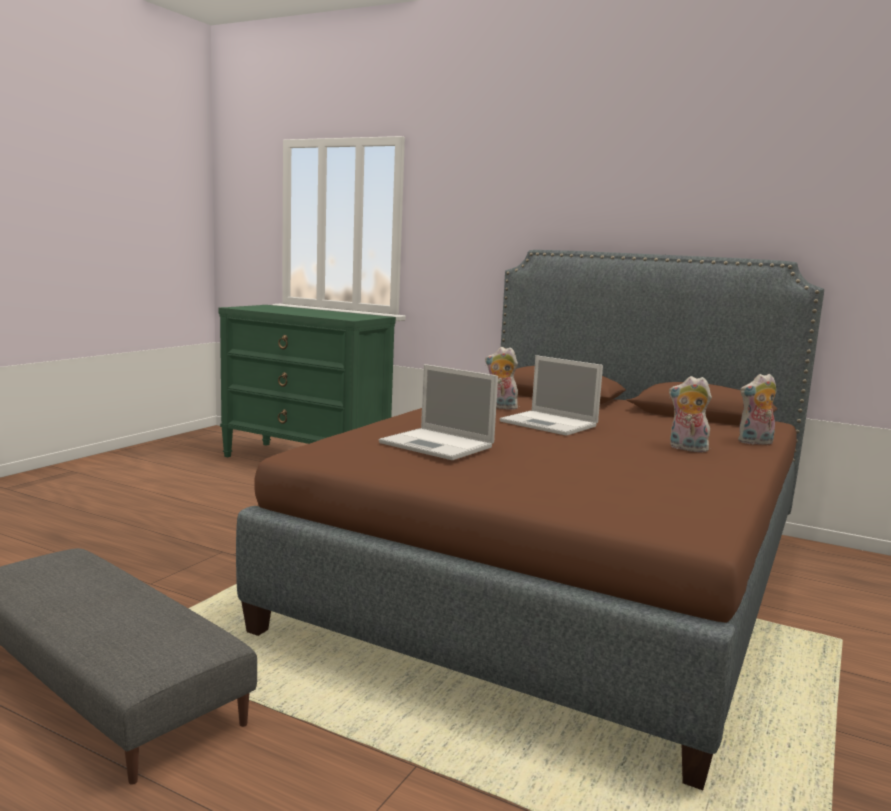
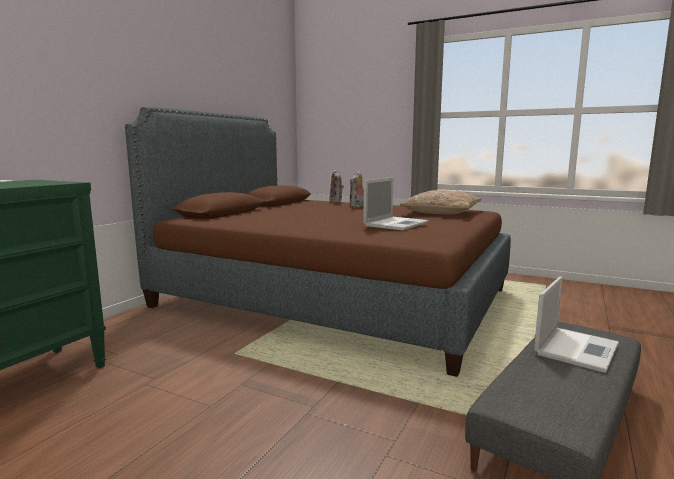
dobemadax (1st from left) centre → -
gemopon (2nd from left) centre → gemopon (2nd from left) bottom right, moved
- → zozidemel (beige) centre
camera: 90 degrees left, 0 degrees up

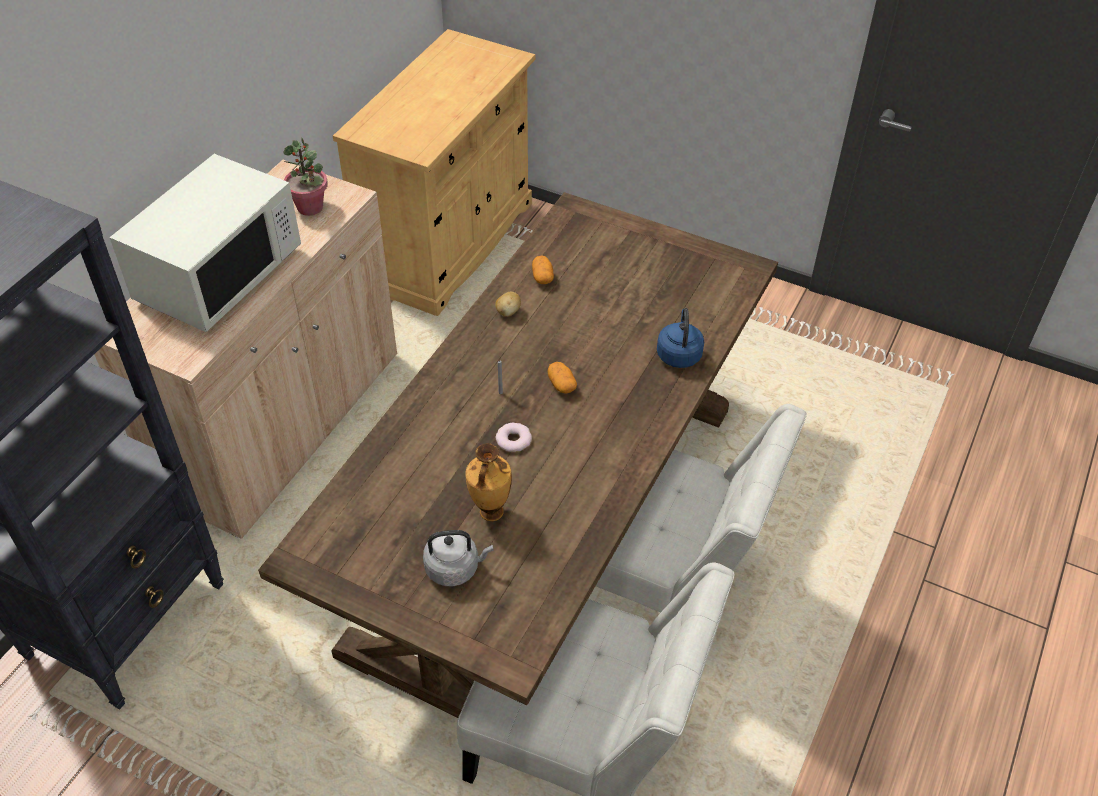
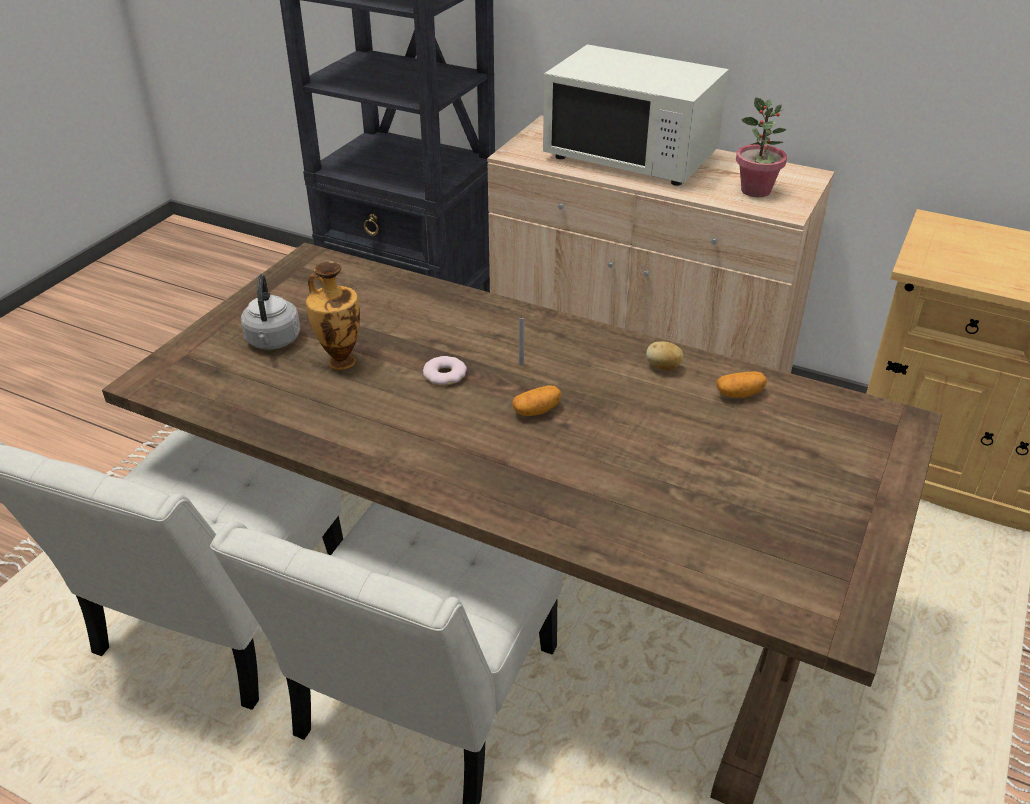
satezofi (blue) centre → -
camera: 90 degrees right, 10 degrees down

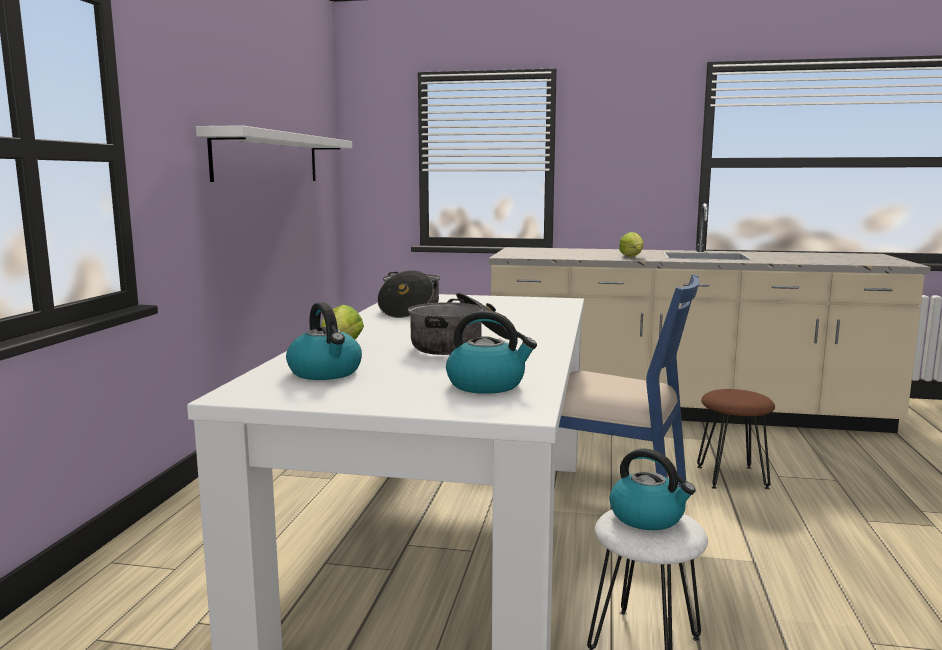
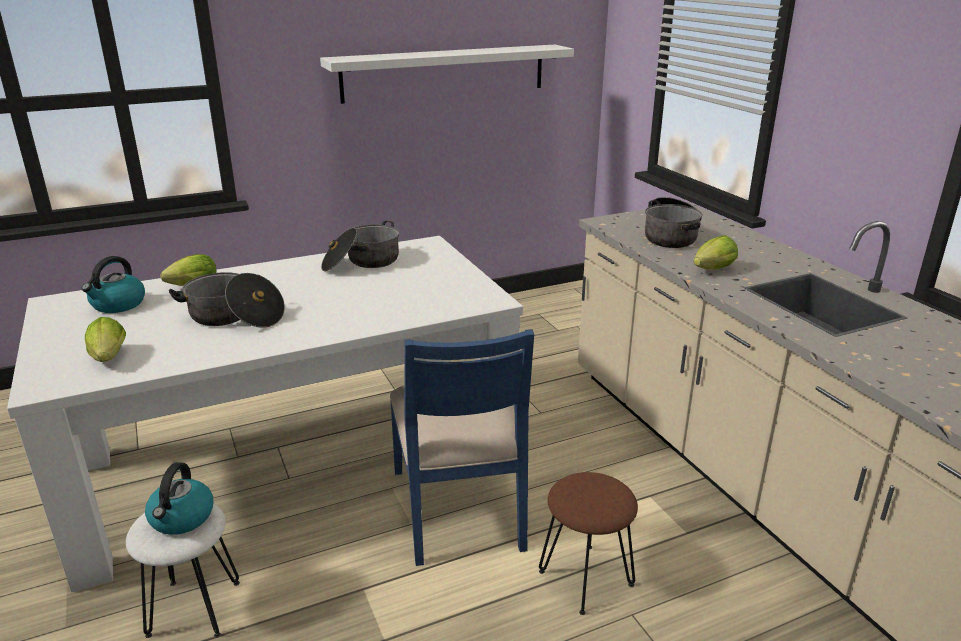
satezofi (2nd from left) centre → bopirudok (1st from left) middle left
- → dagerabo (3rd from left) middle right
camera: 55 degrees right, 15 degrees up

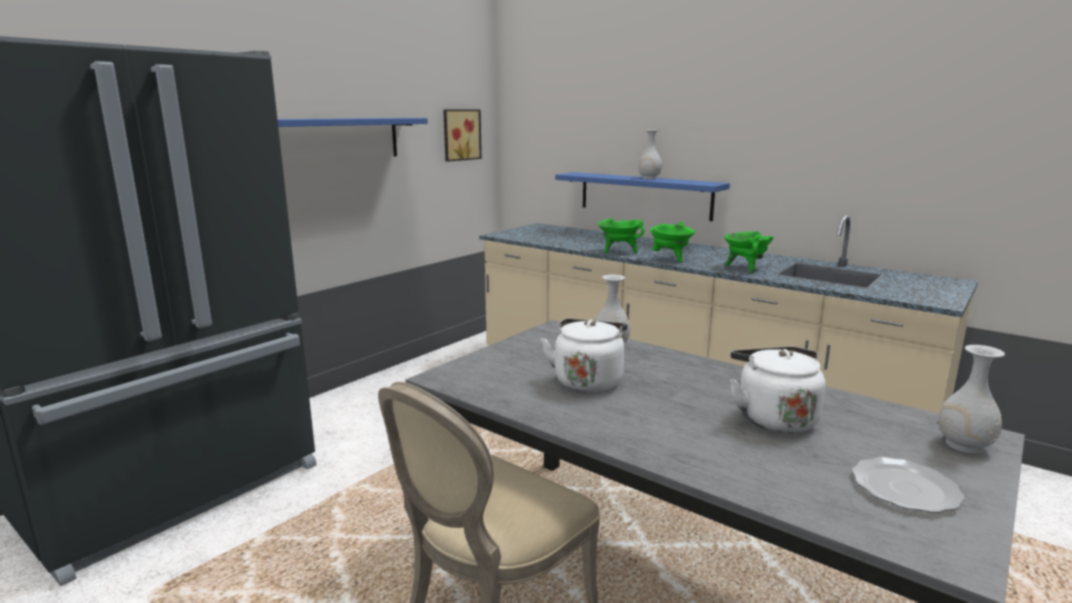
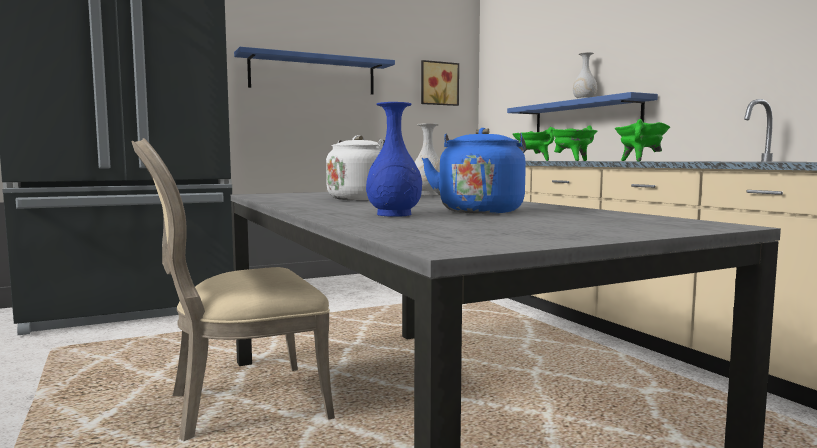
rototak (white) (3rd from left) middle right → -
satezofi (white) (2nd from left) middle right → satezofi (blue) centre
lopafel bottom right → -
- → rototak (blue) centre
camera: 25 degrees right, 10 degrees down

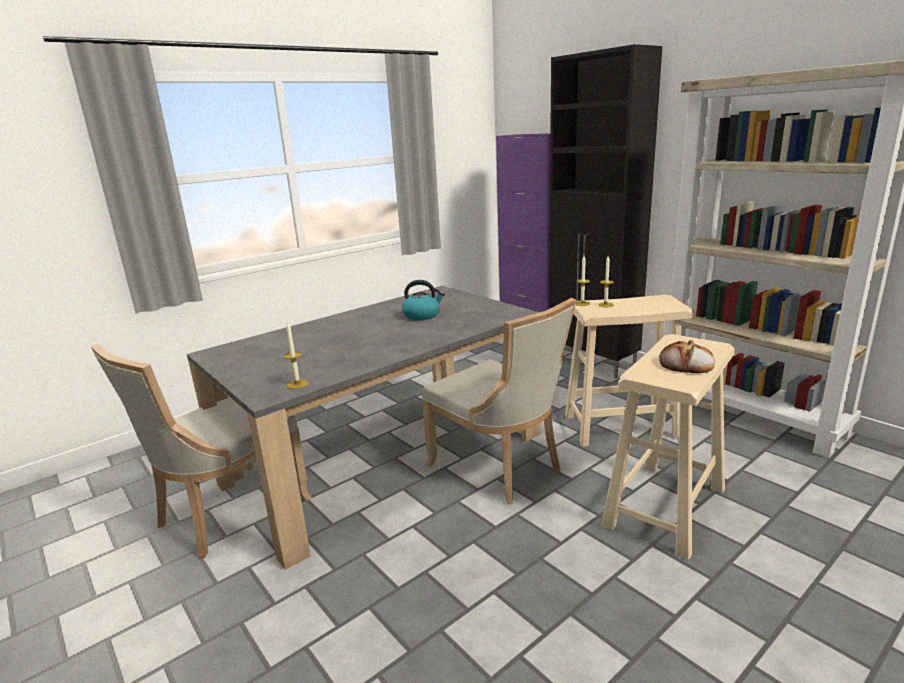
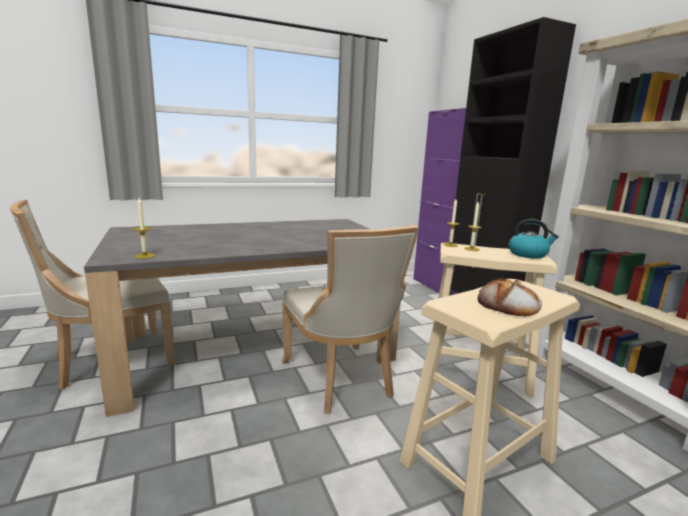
satezofi centre → satezofi middle right, moved
camera: 15 degrees right, 5 degrees down

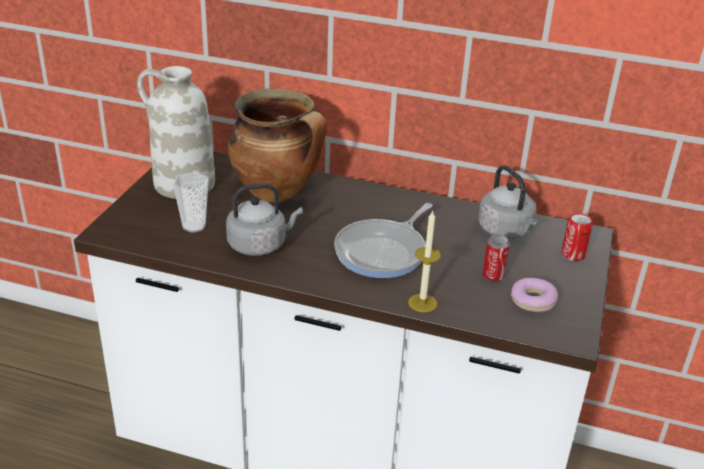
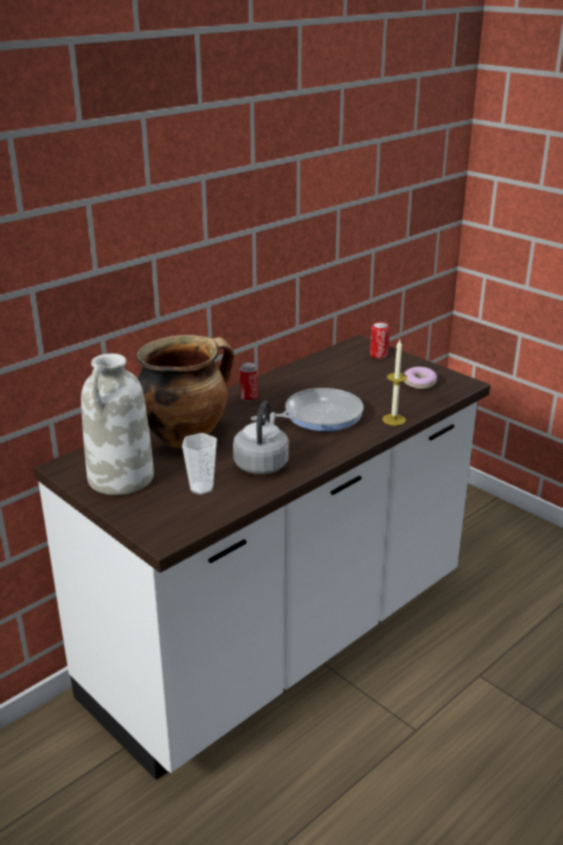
satezofi (grey) (2nd from left) middle right → -
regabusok centre, 90 degrees counterclockwise
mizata (1st from left) middle right → mizata (1st from left) centre, moved
camera: 60 degrees left, 5 degrees down

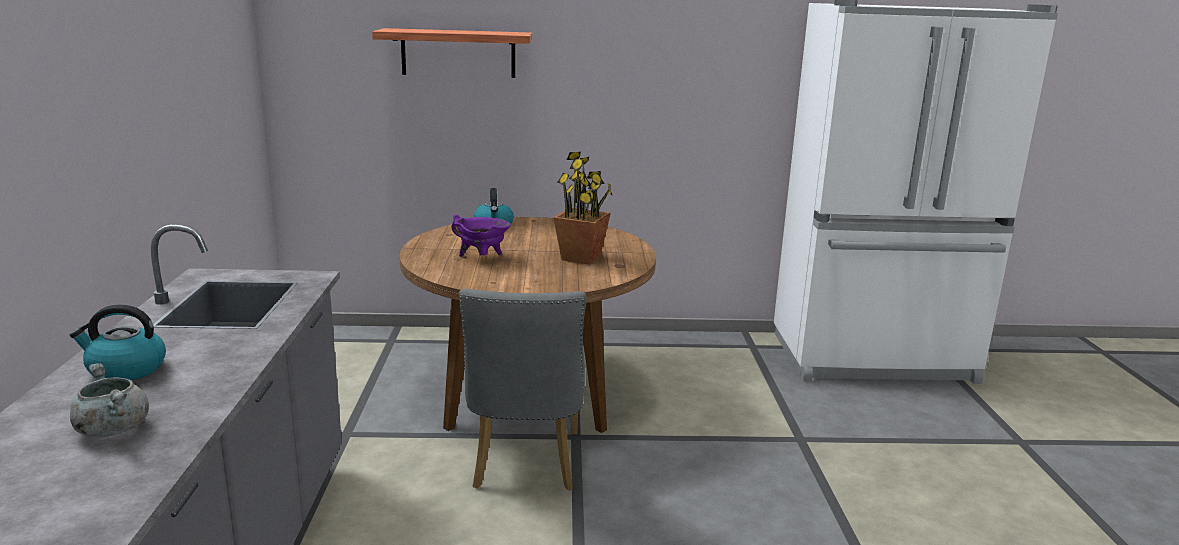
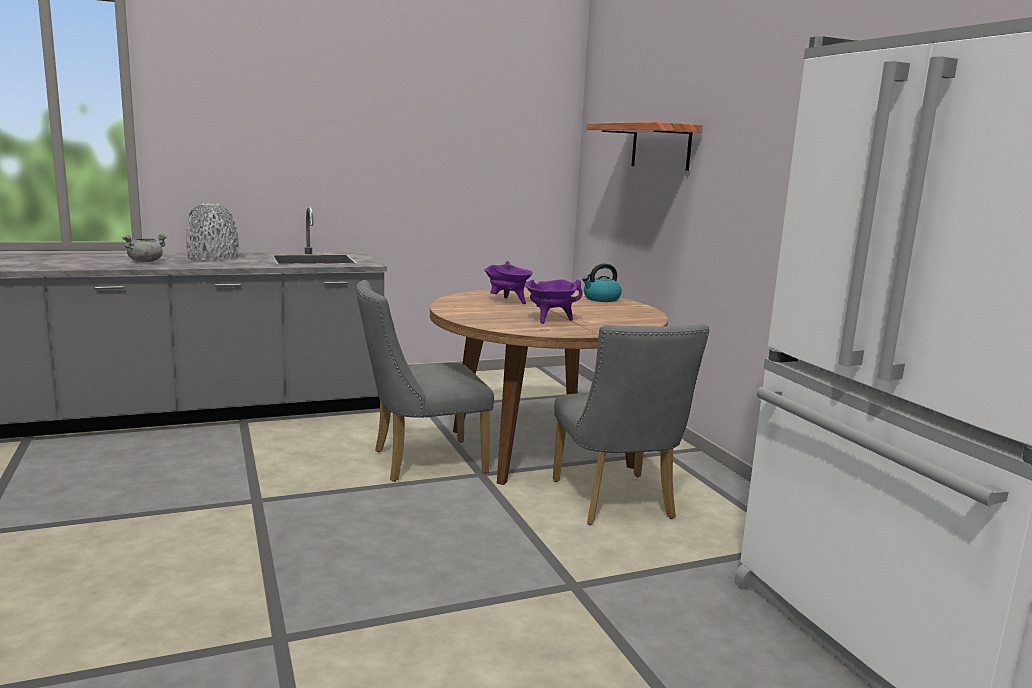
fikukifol centre → dagerabo (purple) (2nd from left) centre
satezofi (1st from left) middle left → rototak (grey) middle left
- → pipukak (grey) (2nd from left) centre
camera: 70 degrees right, 5 degrees down

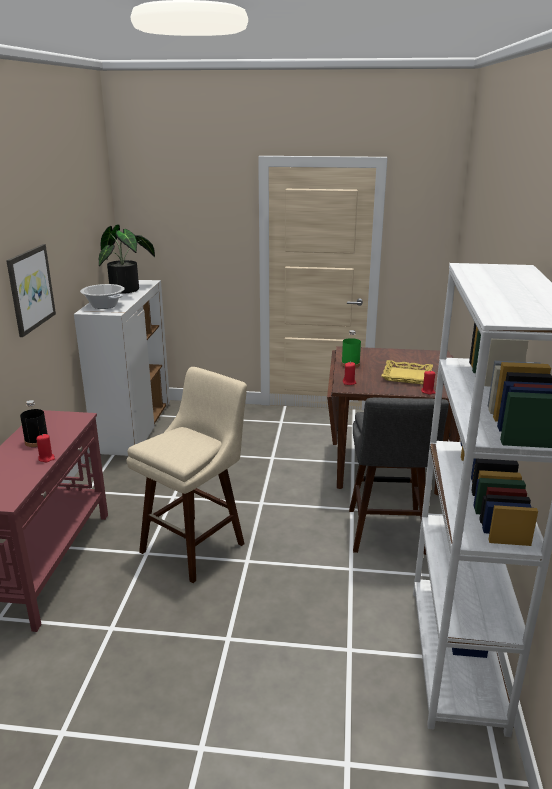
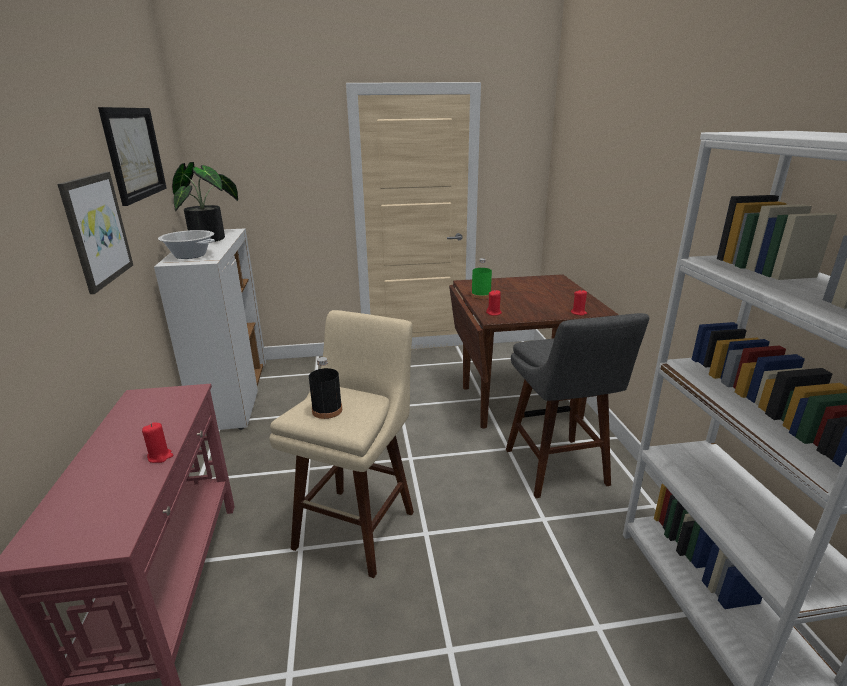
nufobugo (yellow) middle right → -
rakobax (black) middle left → rakobax (black) centre, moved
- → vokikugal (2nd from left) top left
camera: 15 degrees left, 0 degrees up

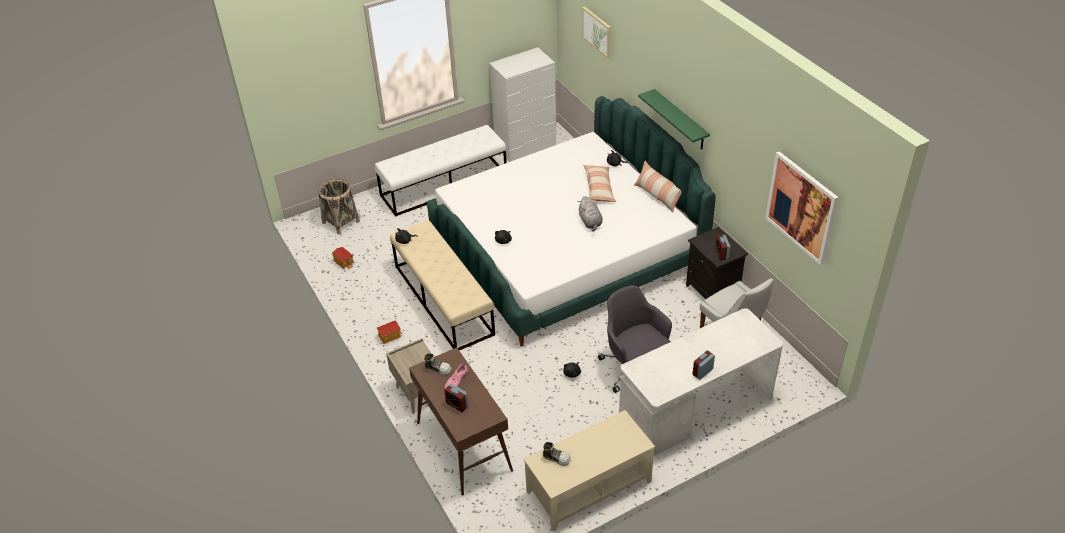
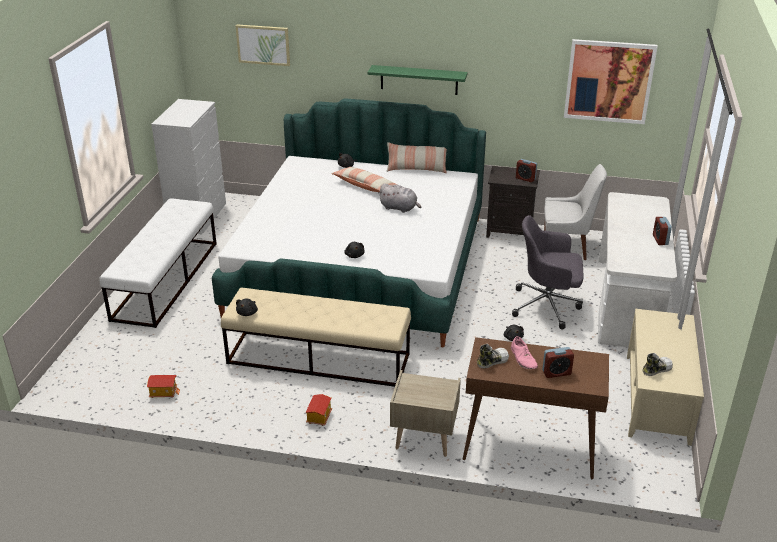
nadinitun middle left → -
camera: 50 degrees left, 10 degrees down

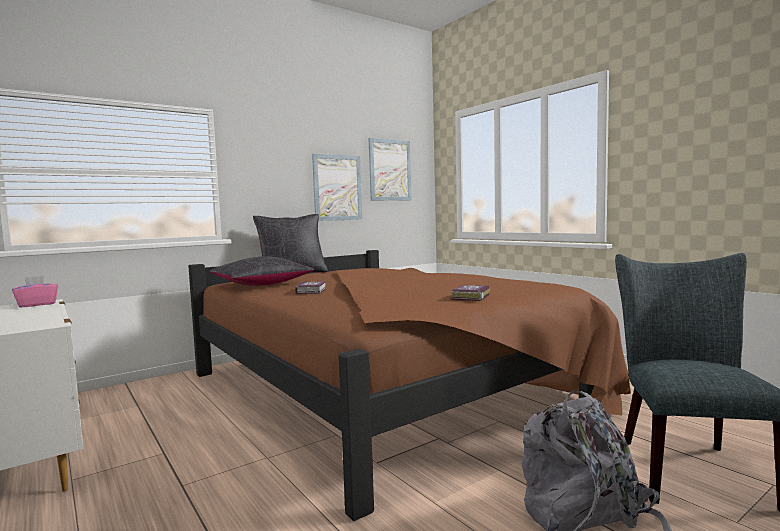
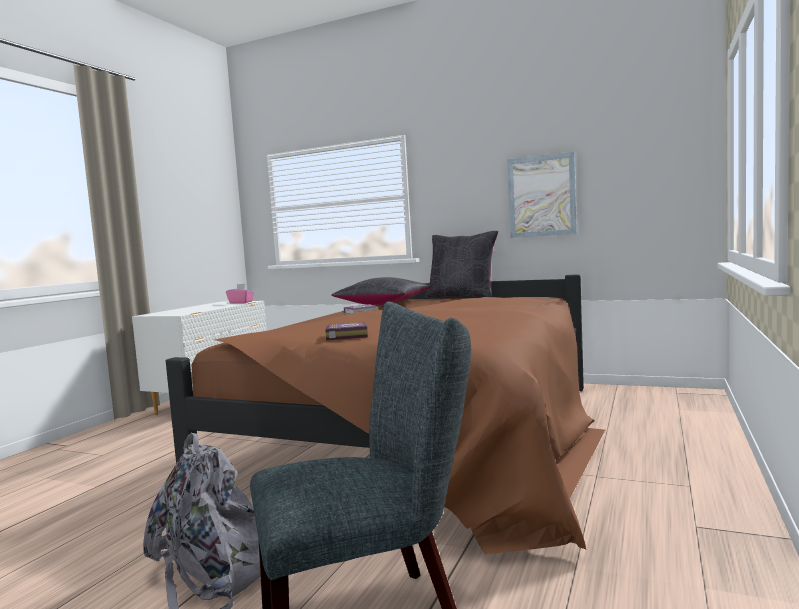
vokikugal (2nd from left) top centre → -
camera: 60 degrees right, 0 degrees up

